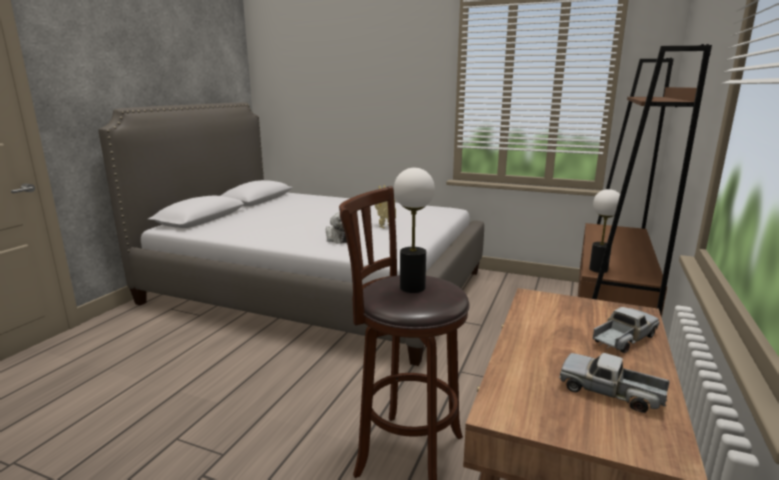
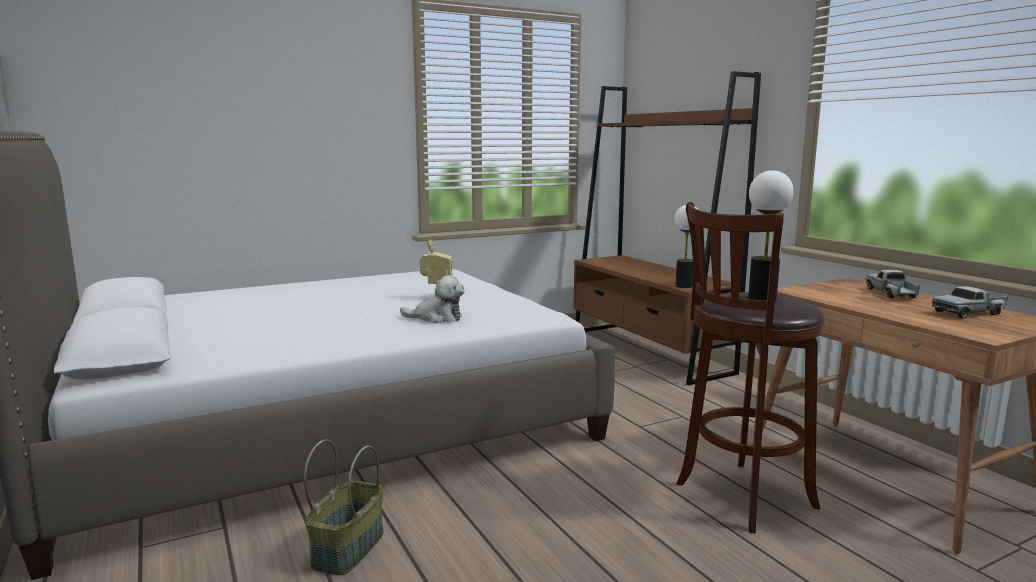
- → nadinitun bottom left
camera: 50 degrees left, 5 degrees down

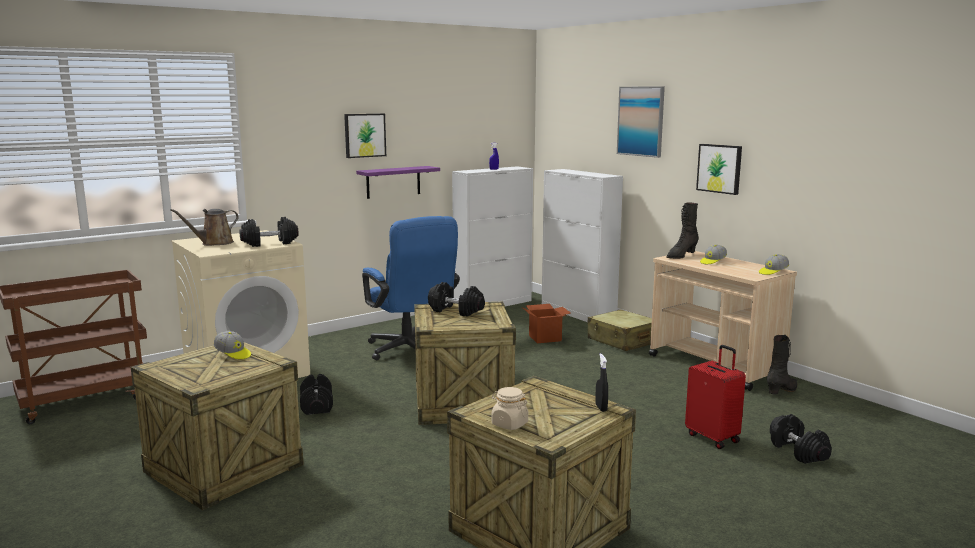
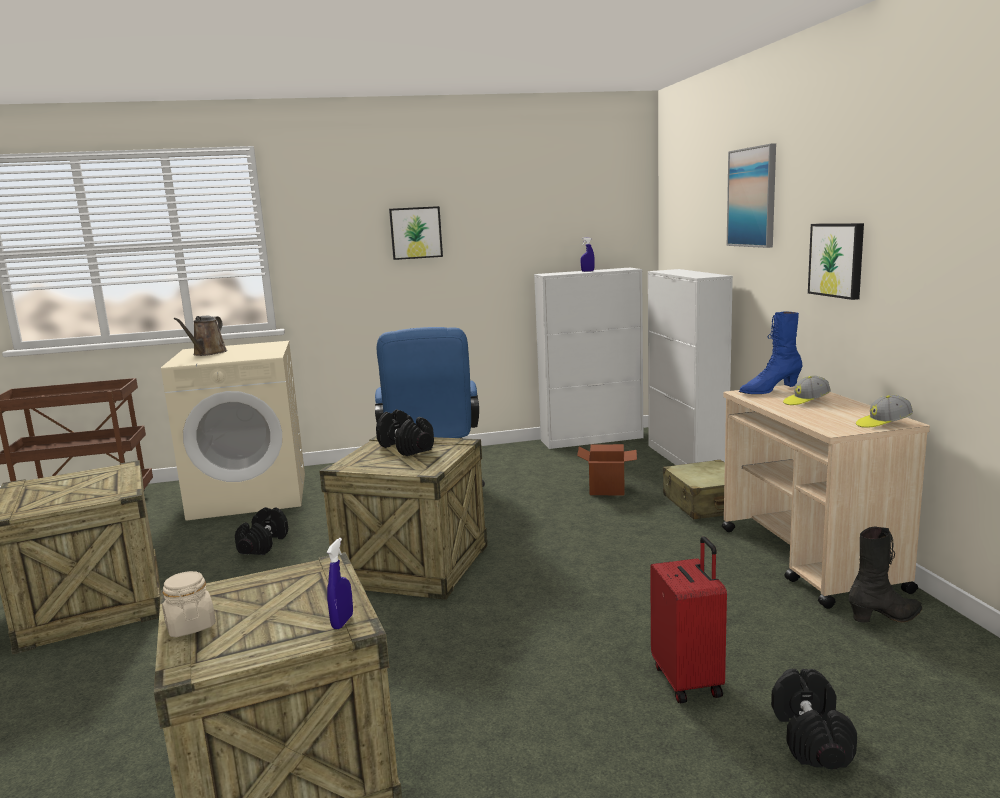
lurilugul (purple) top centre → -
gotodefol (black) (1st from left) middle right → gotodefol (blue) middle right
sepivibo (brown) middle left, 60 degrees counterclockwise
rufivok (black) (1st from left) middle left → -
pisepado (1st from left) middle left → -
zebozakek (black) bottom centre → zebozakek (blue) (1st from left) bottom centre
camera: 25 degrees right, 0 degrees up

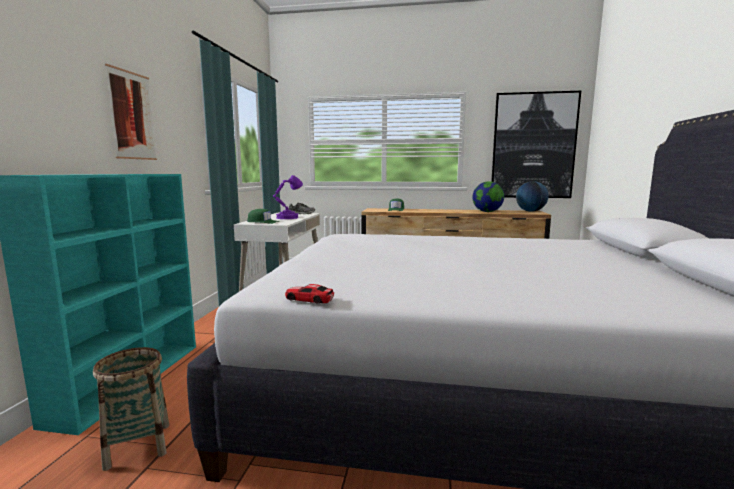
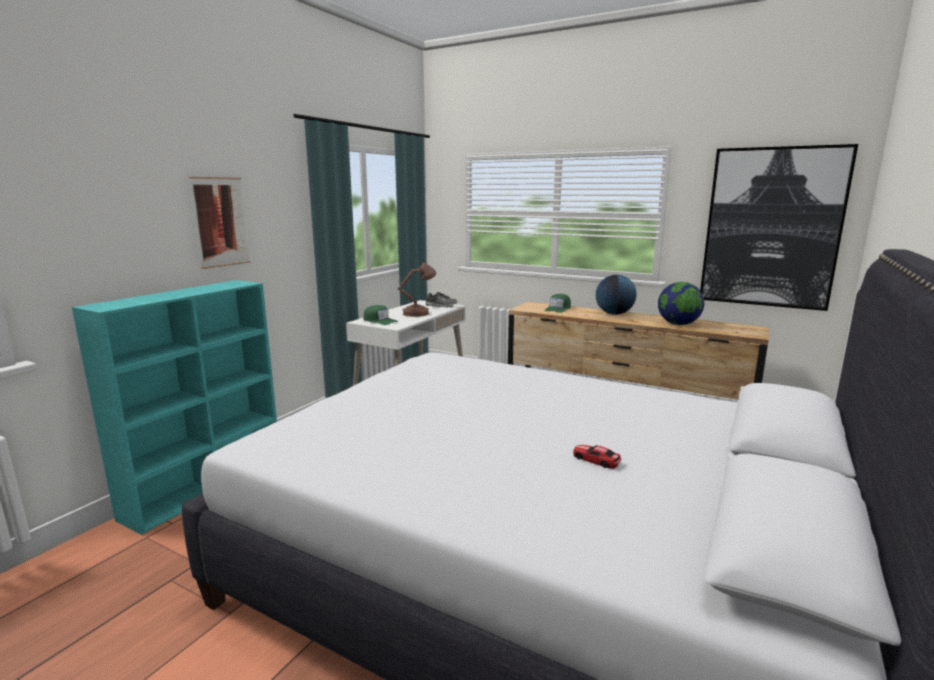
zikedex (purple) centre → zikedex (brown) centre
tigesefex (2nd from left in the first image) middle right → tigesefex (1st from left) centre, moved
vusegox centre → vusegox bottom centre, moved
nadinitun bottom left → -
camera: 20 degrees right, 5 degrees up

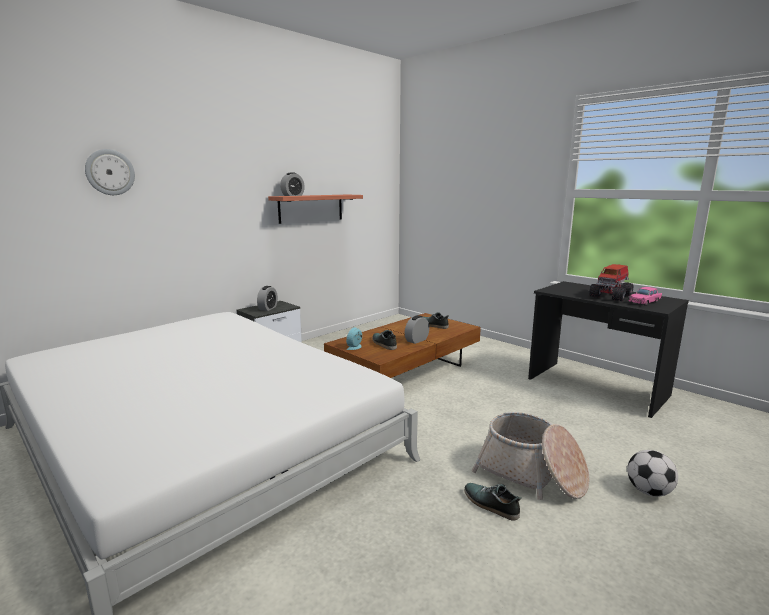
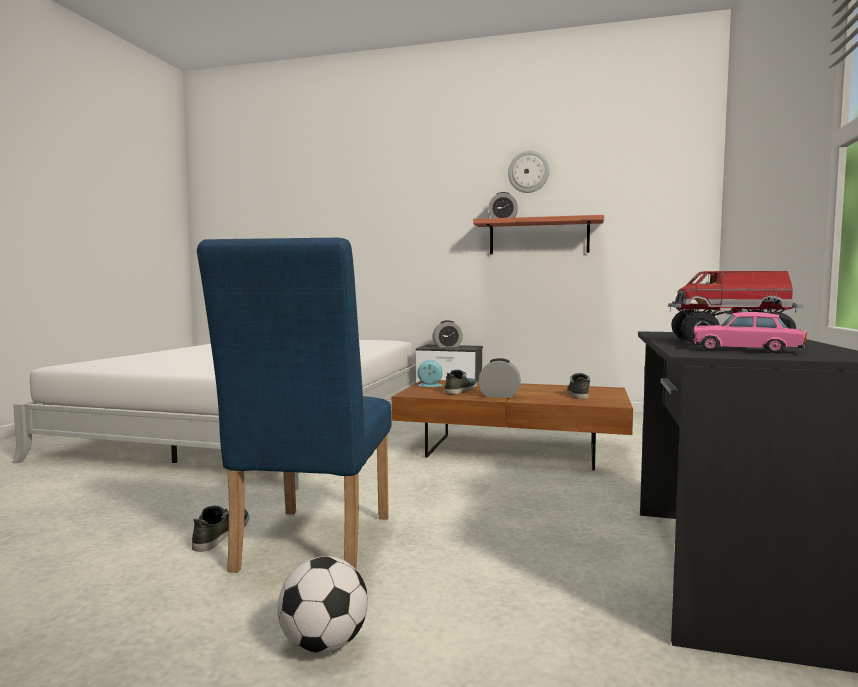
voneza top left → voneza top centre, moved
nadinitun bottom right → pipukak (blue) centre
camera: 60 degrees right, 10 degrees down

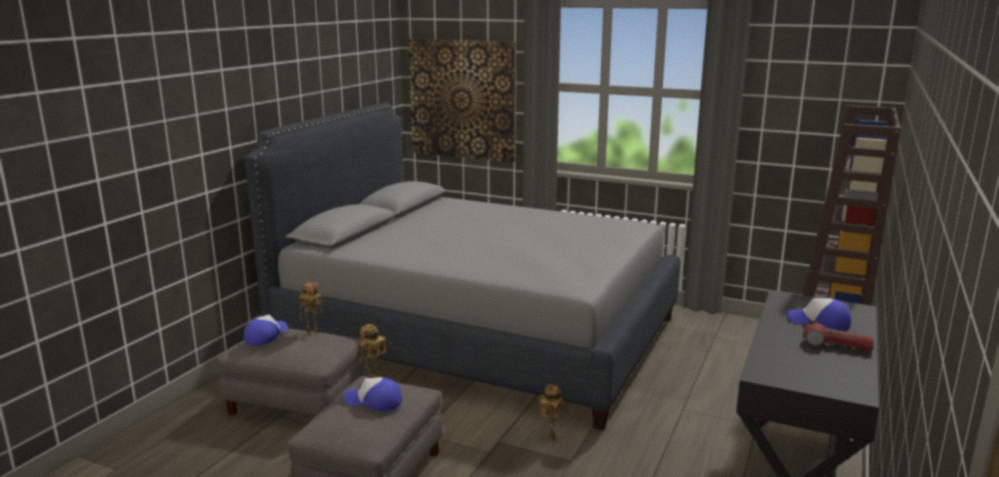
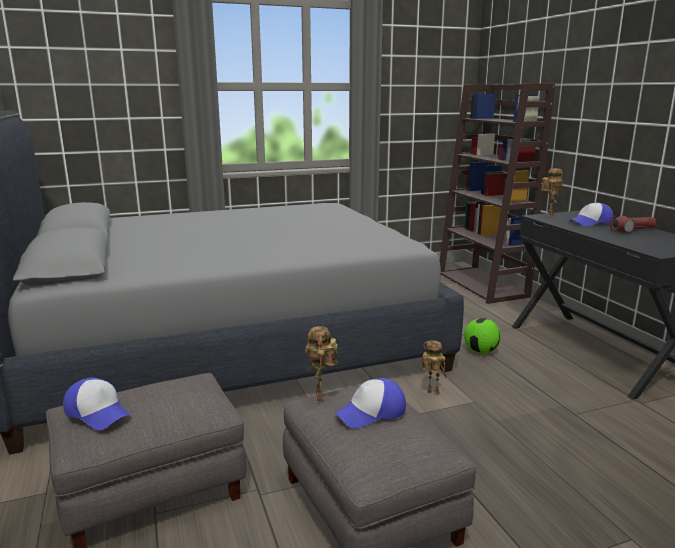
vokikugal top centre → -
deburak (1st from left in the first image) middle left → deburak (3rd from left) middle right, moved
pisepado (1st from left) bottom left, 150 degrees clockwise
- → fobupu middle right
camera: 45 degrees left, 0 degrees up

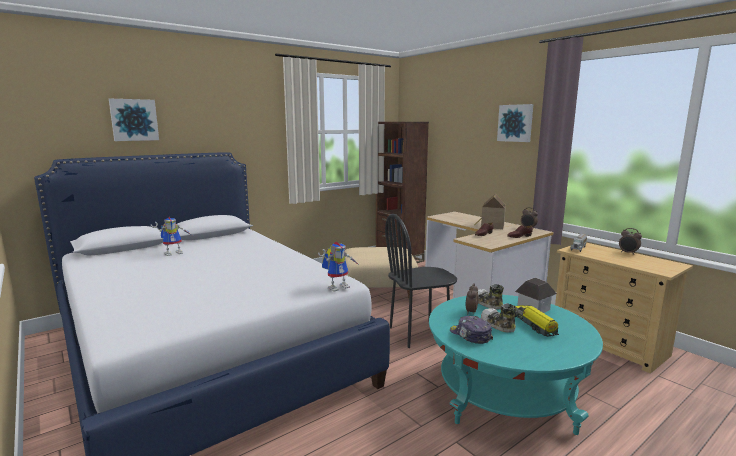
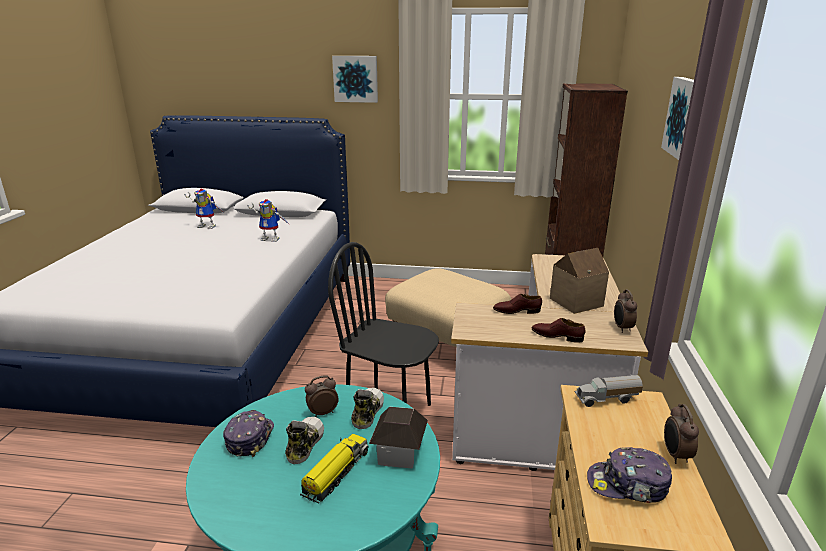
vokikugal (1st from left) top left → vokikugal (1st from left) top centre, moved
deburak (2nd from left) centre → deburak (2nd from left) middle left, moved
- → pisepado (2nd from left) bottom right
camera: 45 degrees right, 10 degrees up

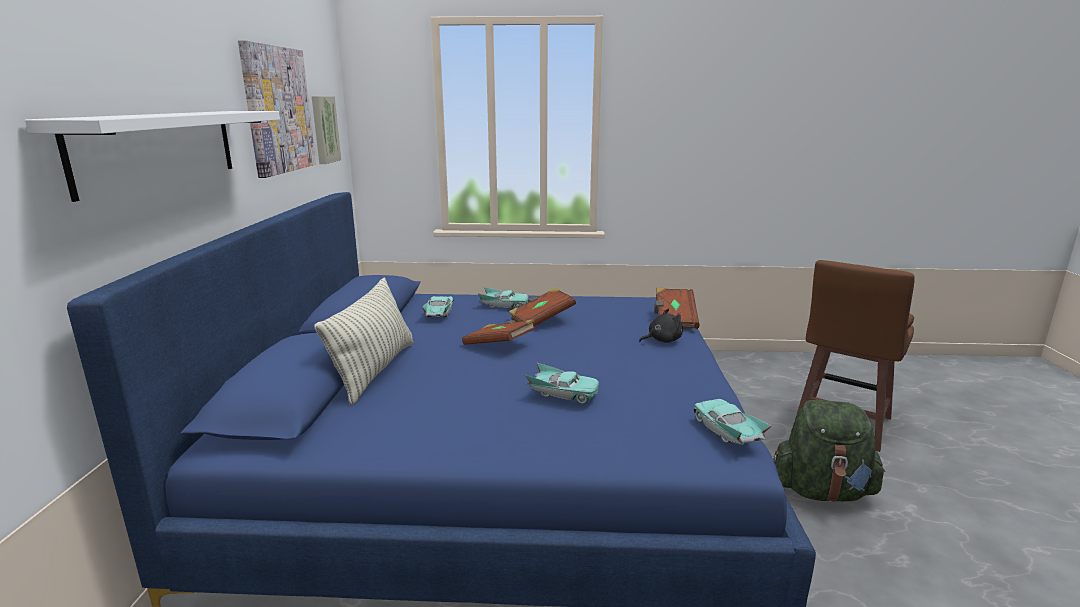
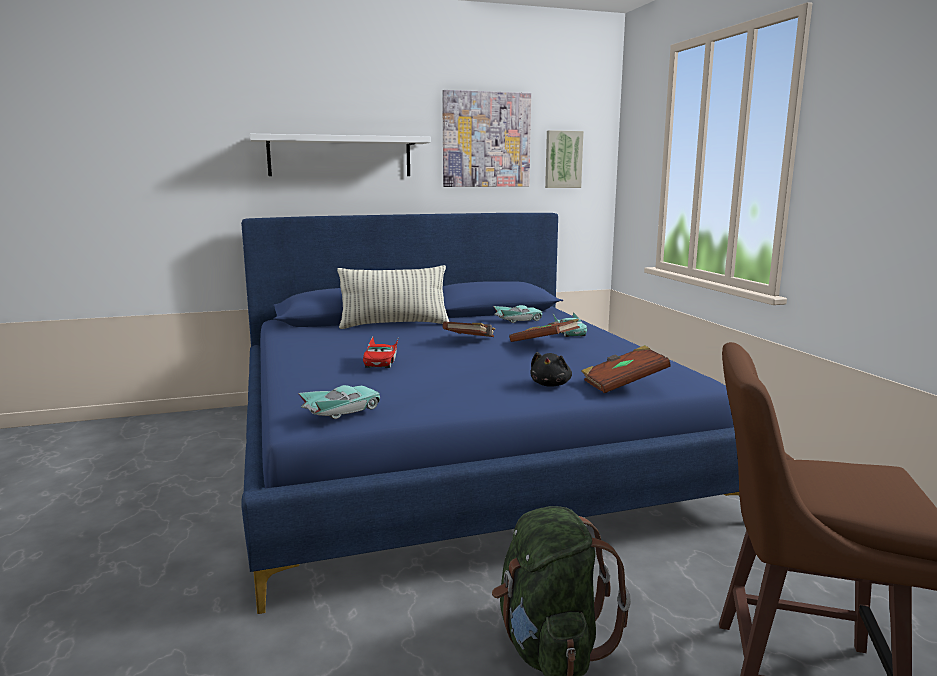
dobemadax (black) centre, 60 degrees clockwise
vusegox (turquoise) (3rd from left) centre → vusegox (red) centre
camera: 70 degrees right, 5 degrees down

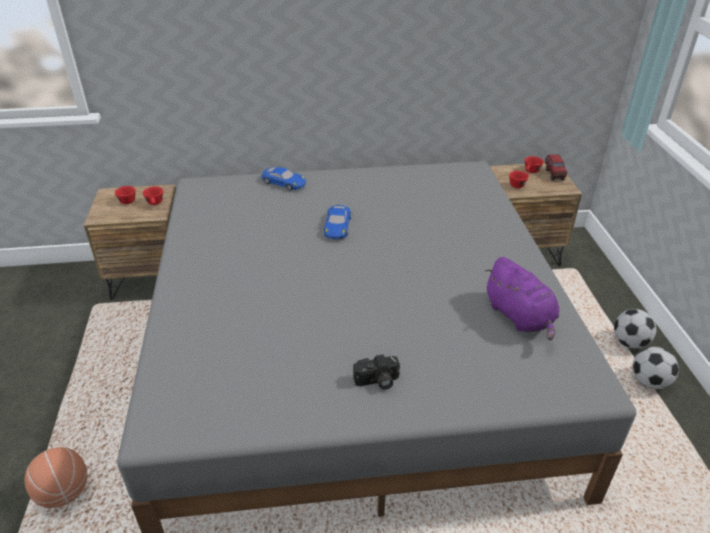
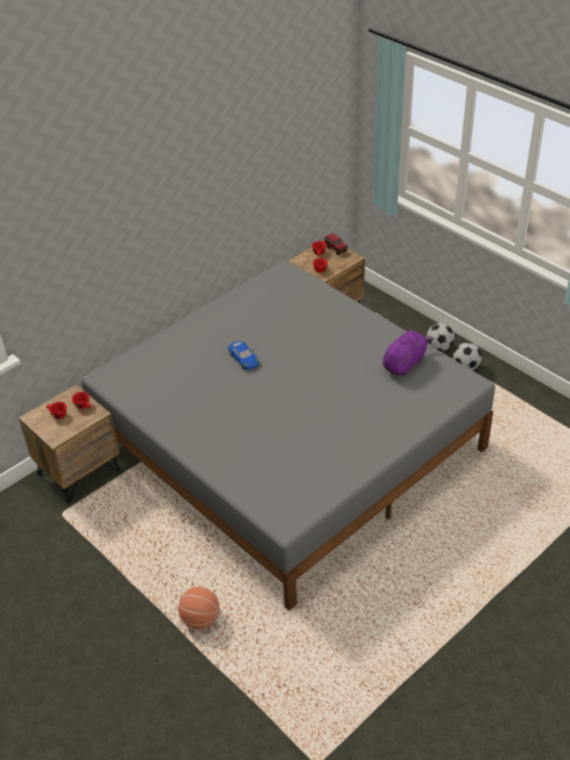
vusegox (blue) (1st from left) centre → -
dobemadax (purple) middle right, 75 degrees counterclockwise
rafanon bottom centre → -
camera: 35 degrees left, 5 degrees up

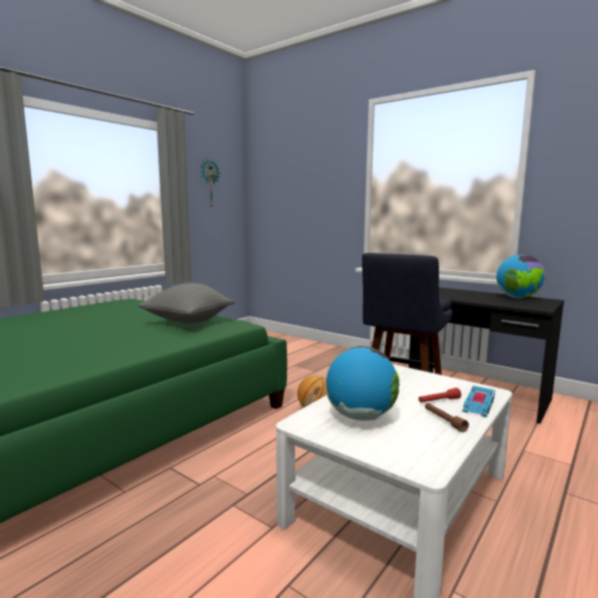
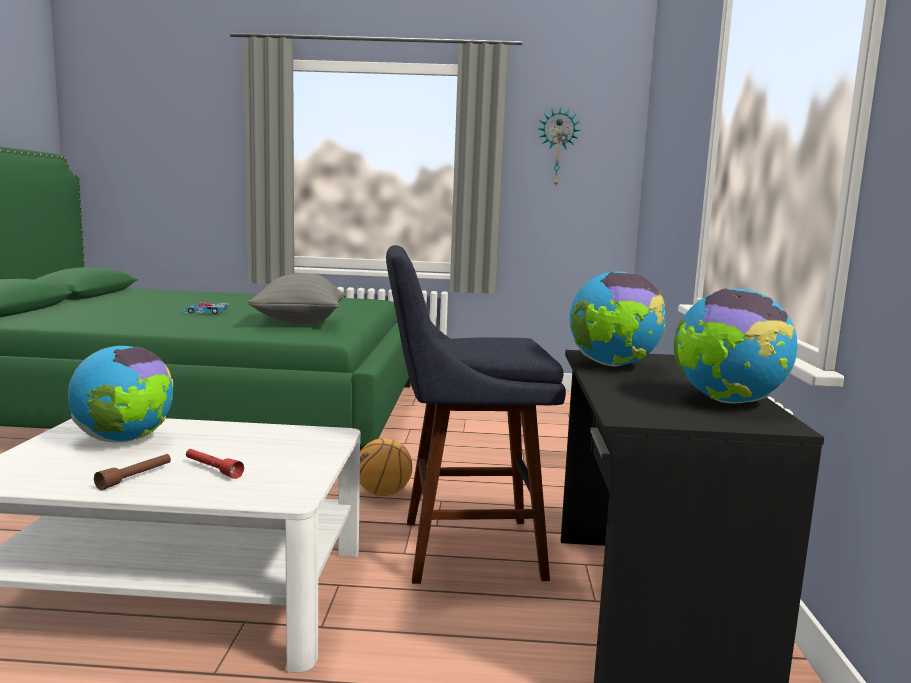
vusegox bottom right → vusegox middle left, moved
- → tigesefex (2nd from left) middle right
camera: 55 degrees right, 0 degrees up

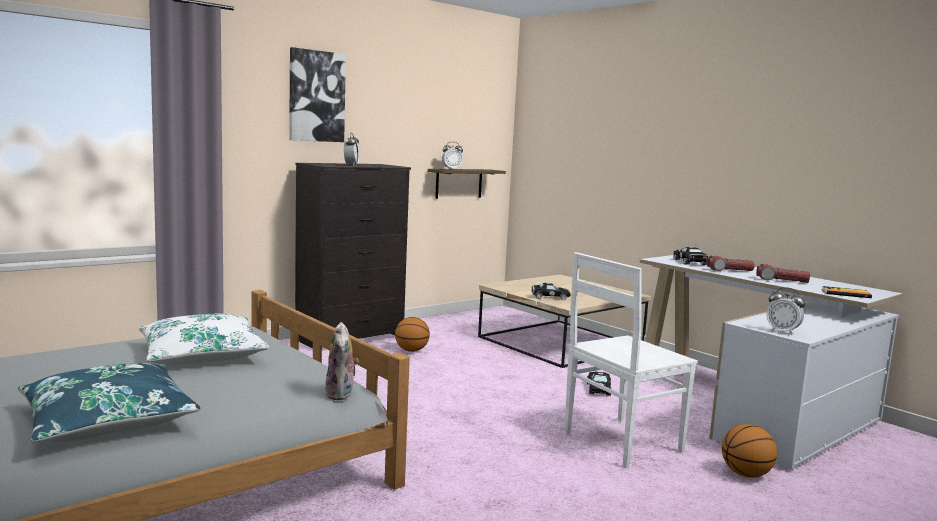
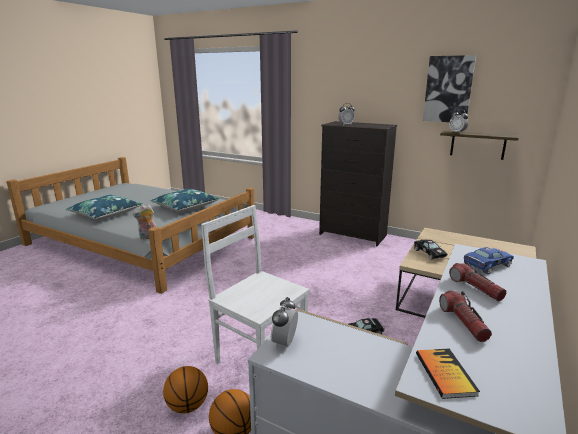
vokikugal top centre → vokikugal top right, moved
vusegox (black) (3rd from left) middle right → vusegox (blue) middle right
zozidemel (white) middle left → zozidemel (blue) (2nd from left) middle left
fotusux (1st from left) centre → fotusux (1st from left) bottom left, moved
camera: 70 degrees right, 10 degrees up

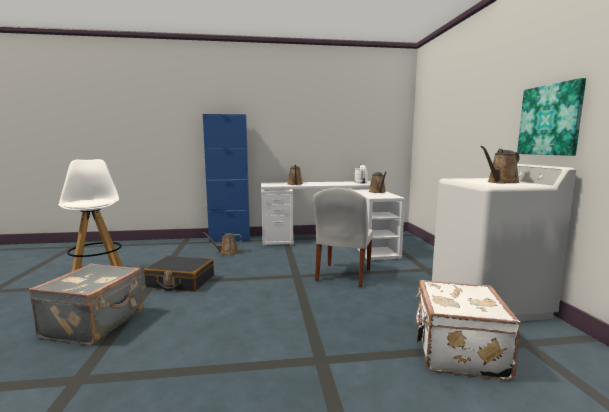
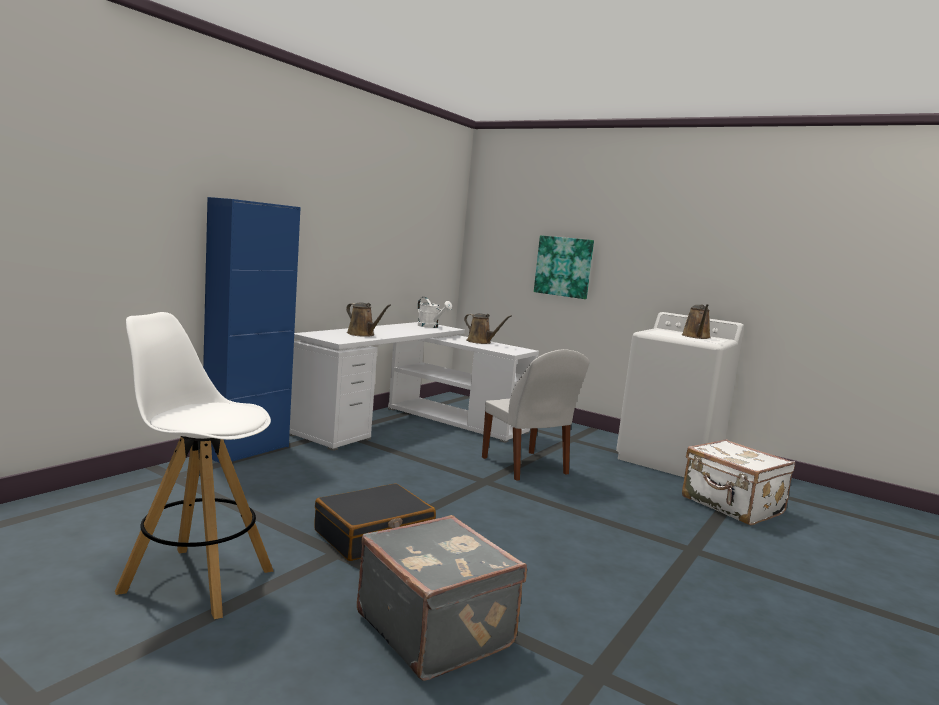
vokikugal top right → vokikugal centre, moved
sepivibo (brown) (1st from left) centre → -
camera: 50 degrees left, 0 degrees up

